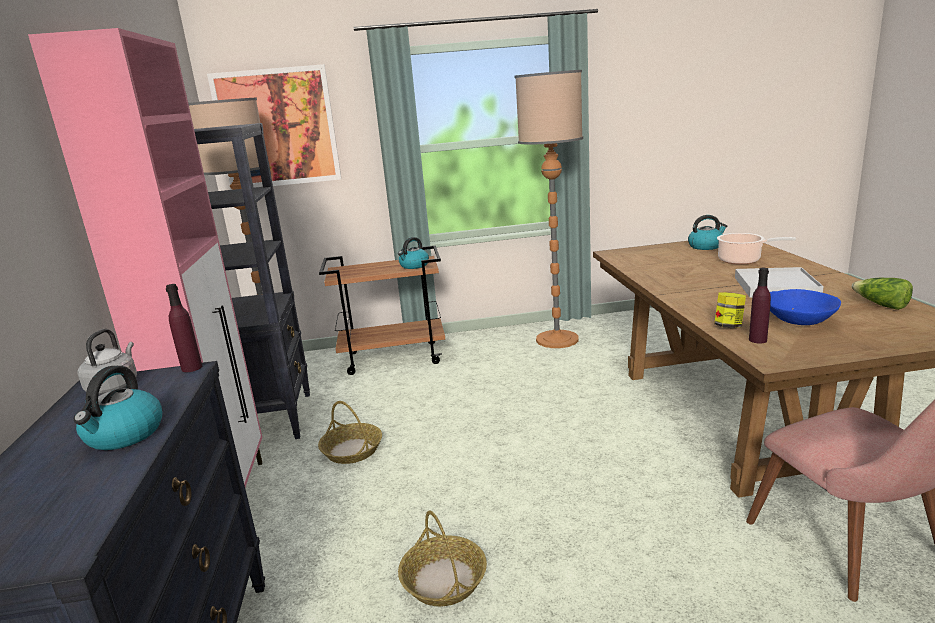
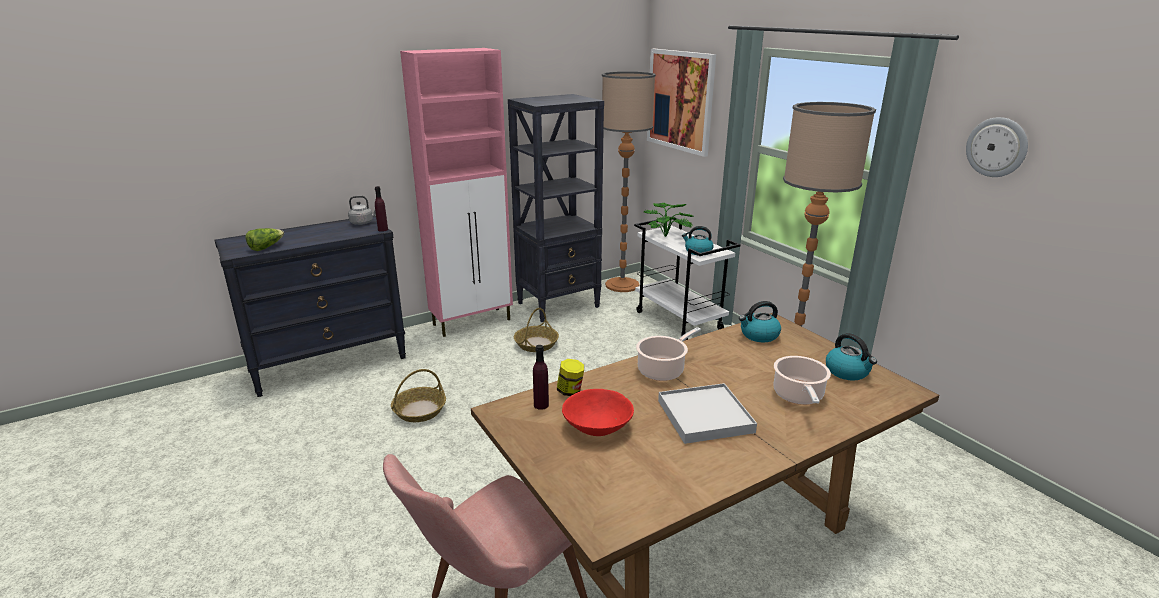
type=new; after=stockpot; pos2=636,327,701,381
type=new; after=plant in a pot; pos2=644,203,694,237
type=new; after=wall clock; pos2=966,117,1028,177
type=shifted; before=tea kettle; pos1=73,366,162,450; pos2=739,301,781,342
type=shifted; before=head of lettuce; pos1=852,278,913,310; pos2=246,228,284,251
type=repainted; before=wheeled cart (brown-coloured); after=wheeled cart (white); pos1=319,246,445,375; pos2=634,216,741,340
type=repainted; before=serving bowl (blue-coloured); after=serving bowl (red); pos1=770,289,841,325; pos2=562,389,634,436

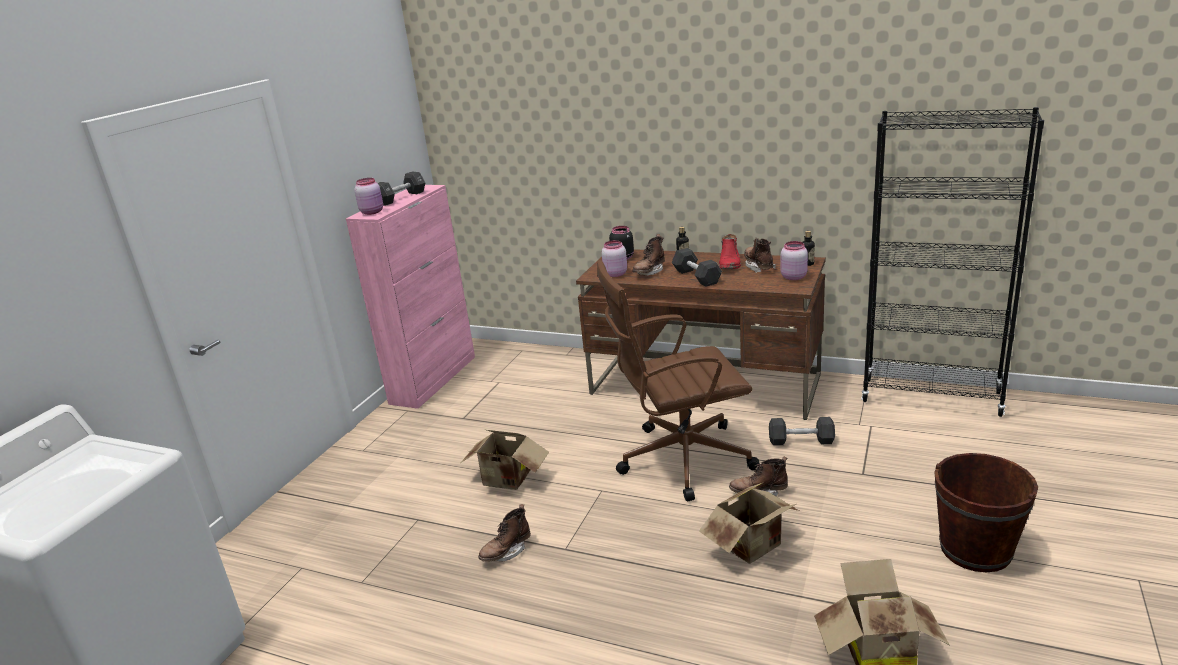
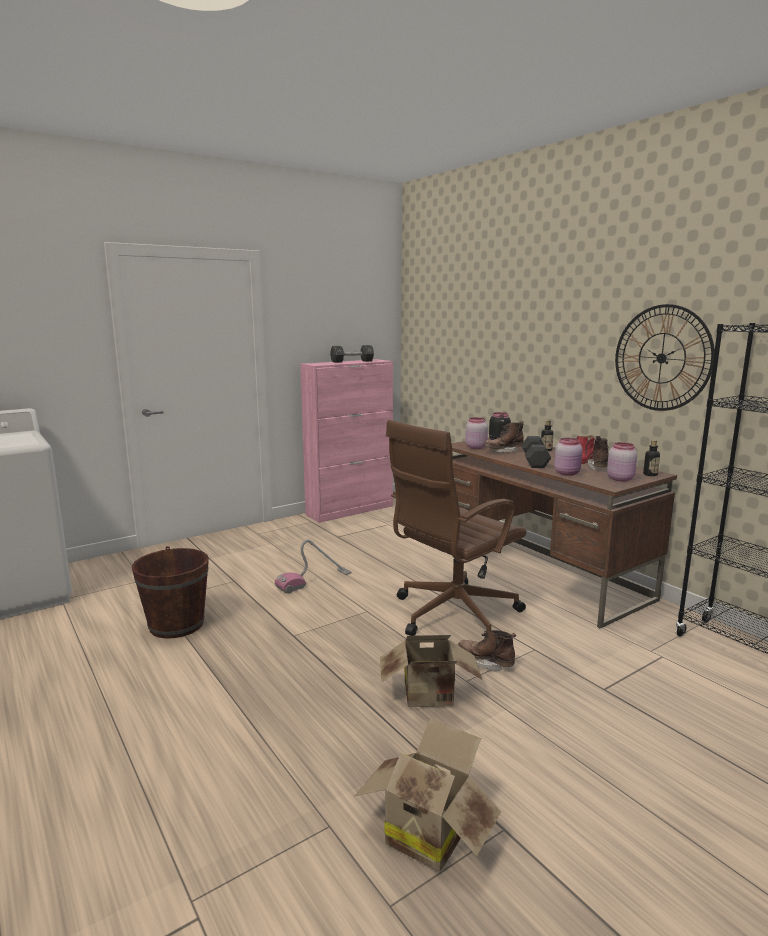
type=gone; before=boot (brown-coloured); pos1=478,504,531,562
type=gone; before=dumbbell (black); pos1=769,417,835,445
type=new; after=wall clock; pos2=615,304,715,411
type=shifted; before=storage jar (pink); pos1=355,178,383,215; pos2=554,438,582,476
type=shifted; before=pail (brown-coloured); pos1=934,453,1038,573; pos2=132,546,209,639
type=swapped; before=cardboard box; after=hoover; pos1=461,430,549,490; pos2=275,539,351,594
type=rotated; before=desk chair (brown-coloured); pos1=597,260,760,501; pos2=386,420,527,636; turn=-60

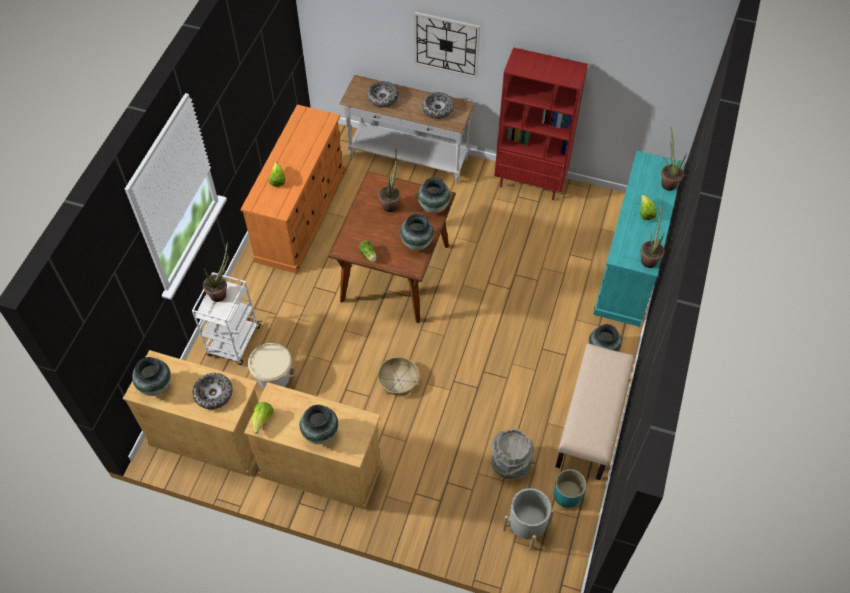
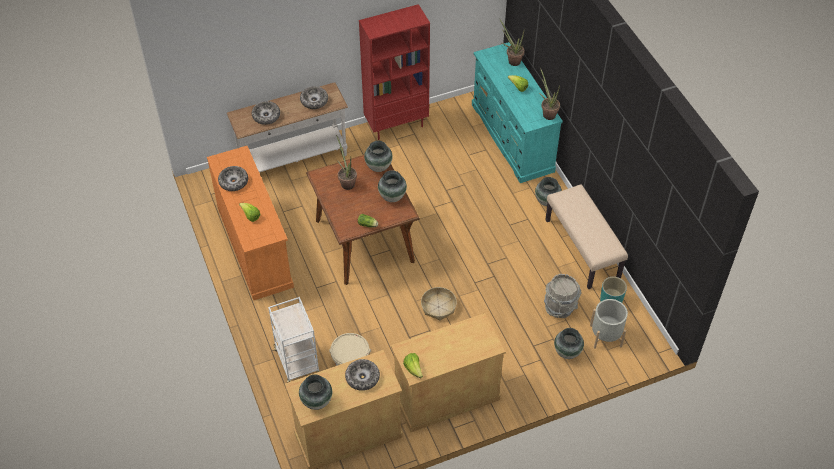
type=gone; before=plant in a pot; pos1=203,241,228,302
type=gone; before=wall clock; pos1=414,12,480,78
type=new; after=serving bowl; pos2=218,166,248,191
type=shifted; before=decorative vase; pos1=300,405,338,444; pos2=554,328,584,359

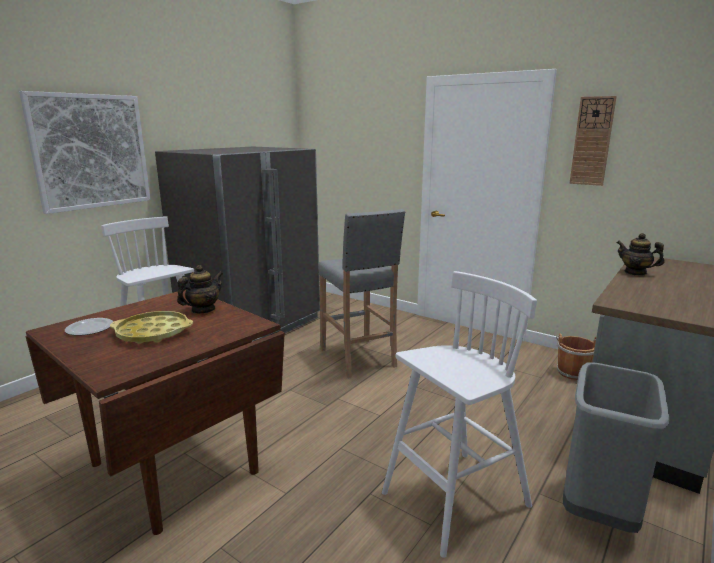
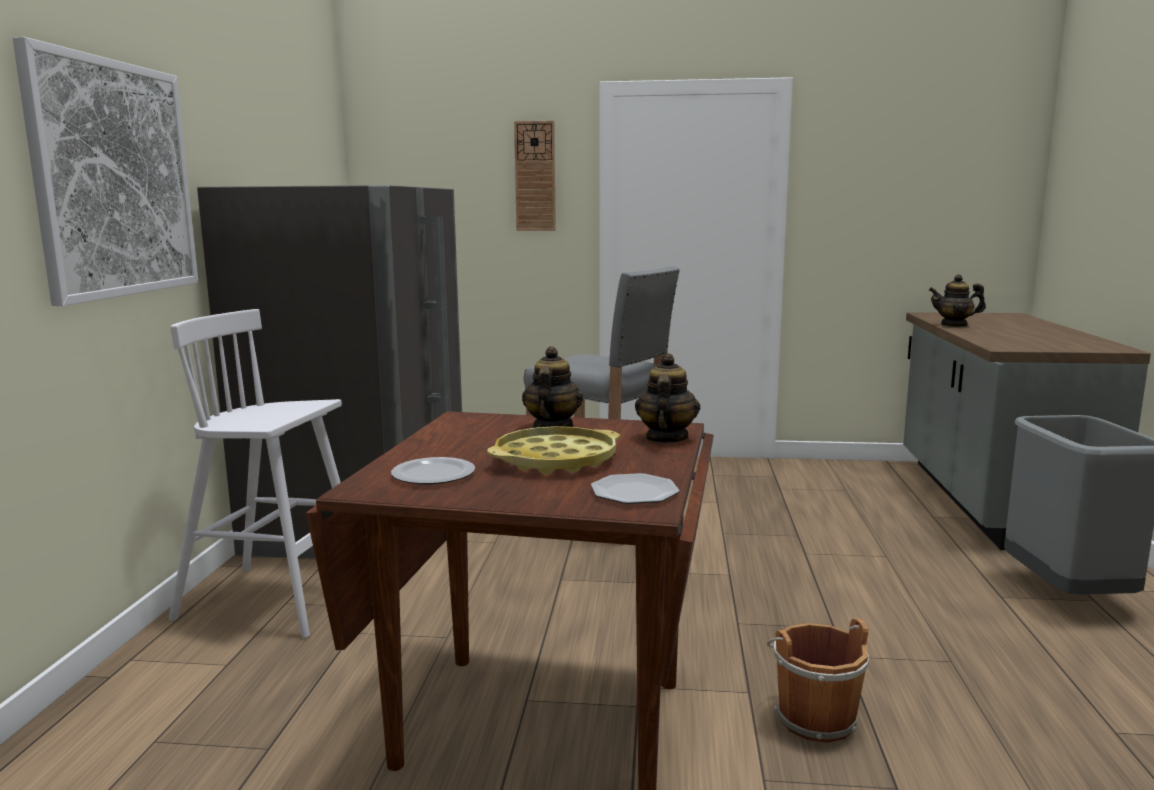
type=gone; before=stool (white); pos1=382,271,537,558
type=new; after=plate; pos2=591,473,680,504
type=new; after=pot for tea; pos2=635,353,700,443
type=shifted; before=pail (brown-coloured); pos1=556,333,596,380; pos2=767,618,869,743
type=shifted; before=wall clock; pos1=569,96,617,186; pos2=514,121,556,231

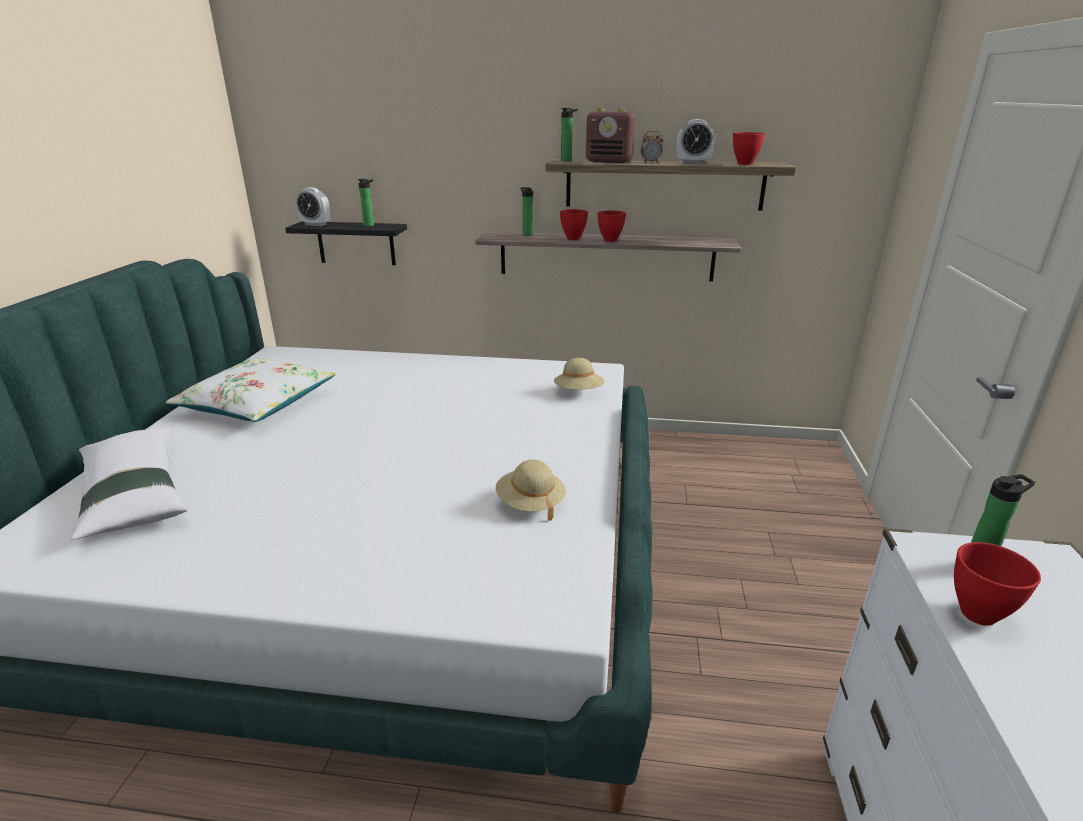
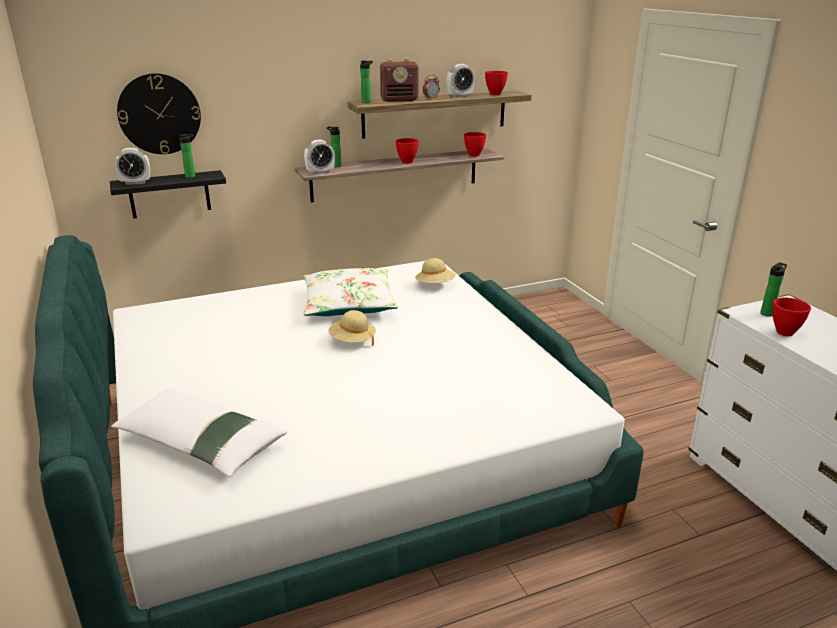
type=new; after=wall clock; pos2=117,73,201,154
type=new; after=alarm clock; pos2=304,139,335,174
type=shifted; before=pillow (white); pos1=165,358,336,422; pos2=303,268,398,316
type=shifted; before=clothing hat (beige-coloured); pos1=496,460,566,521; pos2=329,310,376,346
type=shifted; before=serving bowl (red); pos1=560,209,588,240; pos2=464,132,486,157

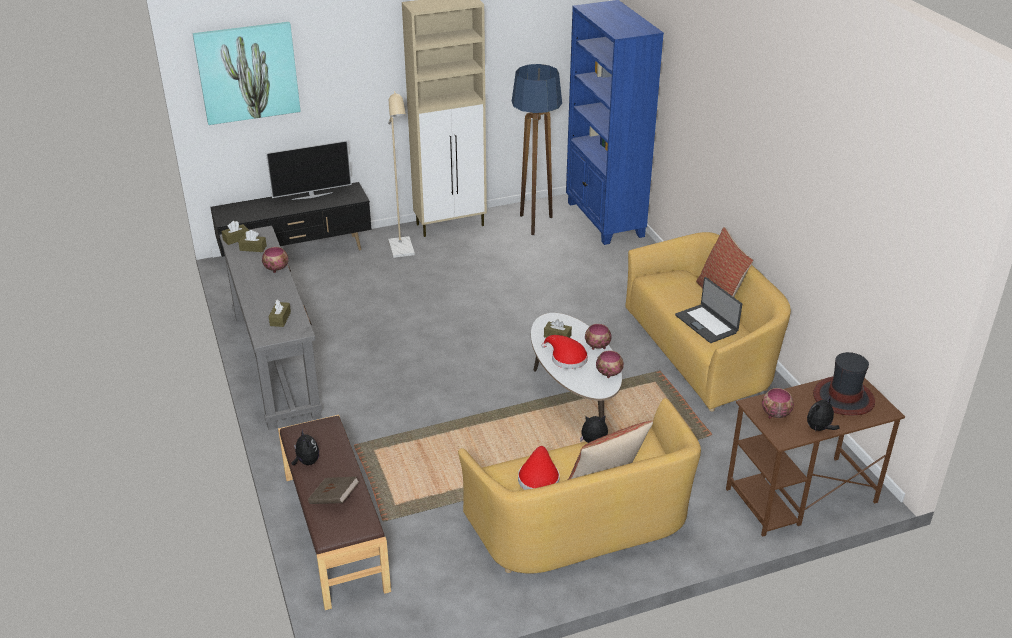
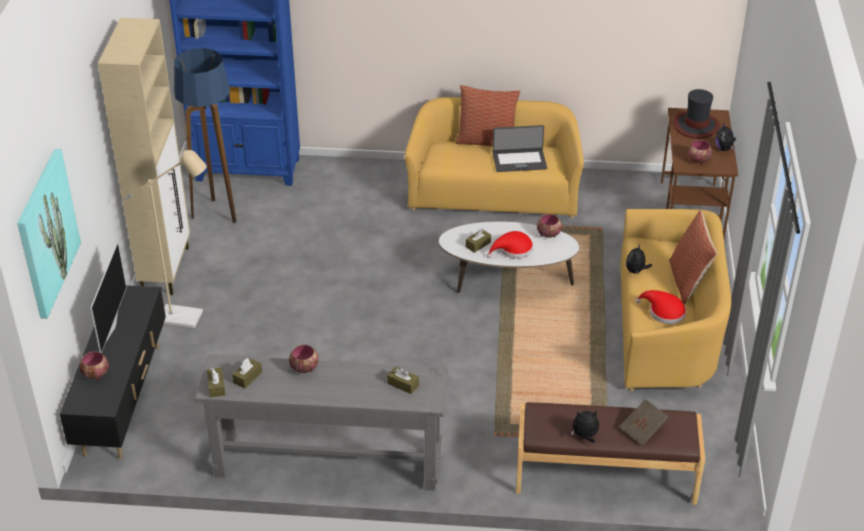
type=shifted; before=serving bowl; pos1=585,324,612,350; pos2=79,351,109,380

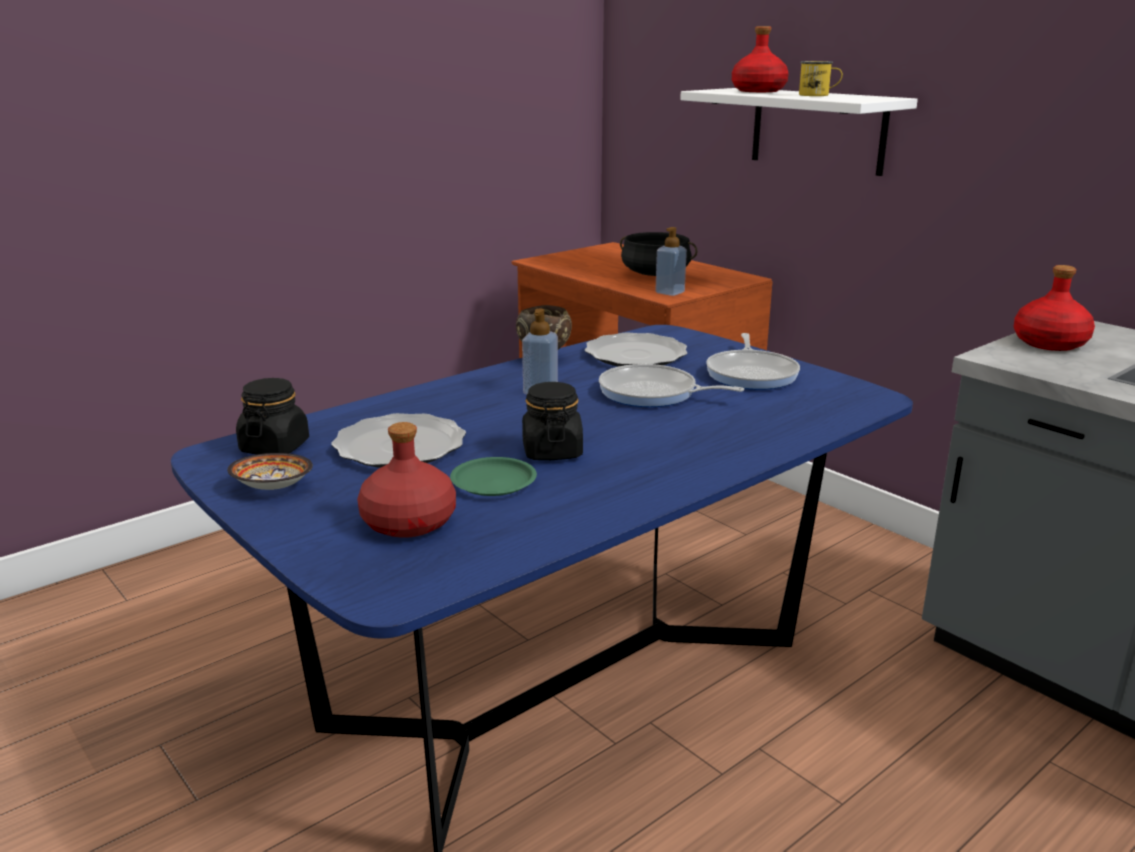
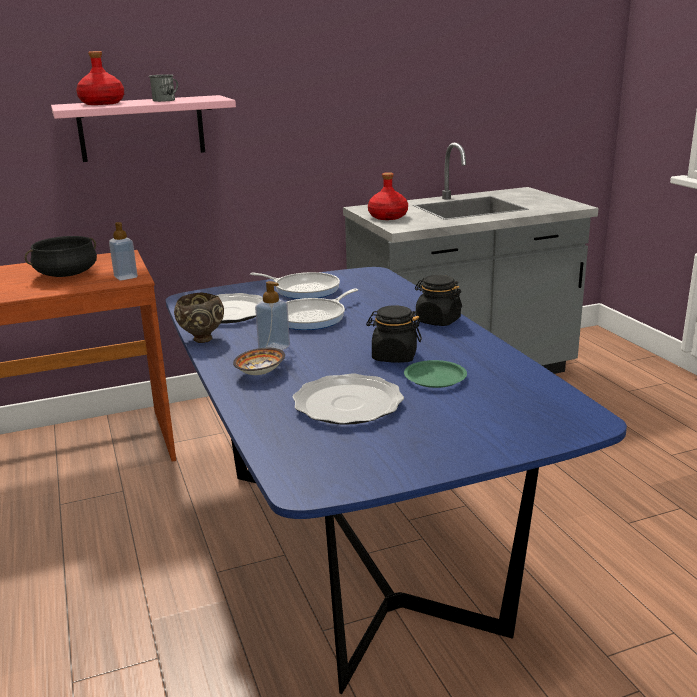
type=gone; before=beverage bottle (red); pos1=357,422,456,538
type=shifted; before=serving bowl; pos1=227,453,313,490; pos2=233,348,285,375
type=shifted; before=storage jar (black); pos1=236,378,309,455; pos2=415,275,462,326
type=repainted; before=bracket shelf (white); after=bracket shelf (pink); pos1=680,88,918,176; pos2=51,95,236,162
type=repainted; before=mug (yellowish); after=mug (greyish); pos1=799,61,843,96; pos2=149,74,178,102

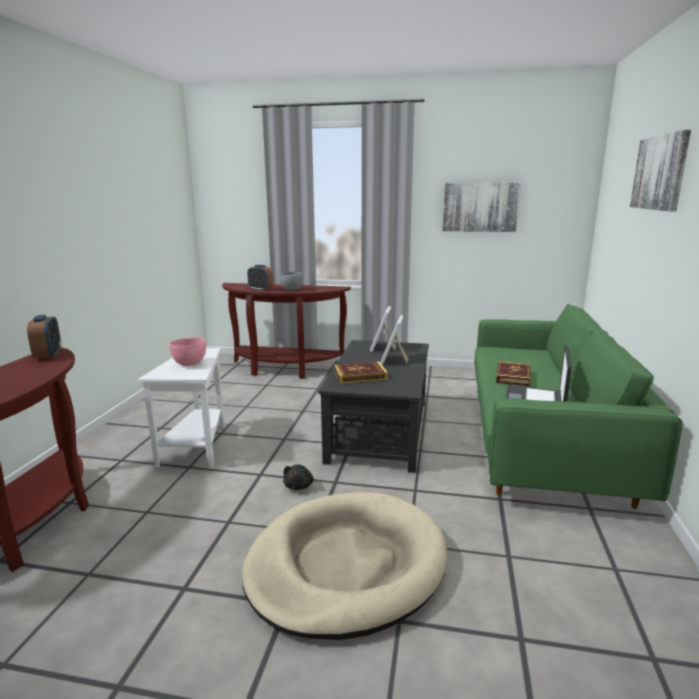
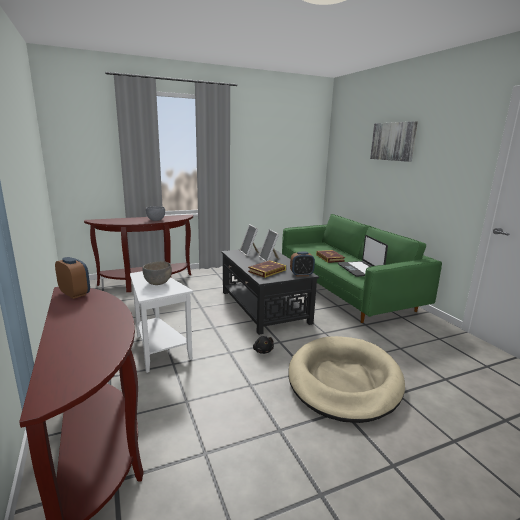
type=gone; before=picture; pos1=442,183,521,232
type=shifted; before=alarm clock; pos1=247,265,273,291; pos2=290,252,315,276
type=repainted; before=serving bowl (pink); after=serving bowl (greyish); pos1=169,337,206,366; pos2=143,261,172,285

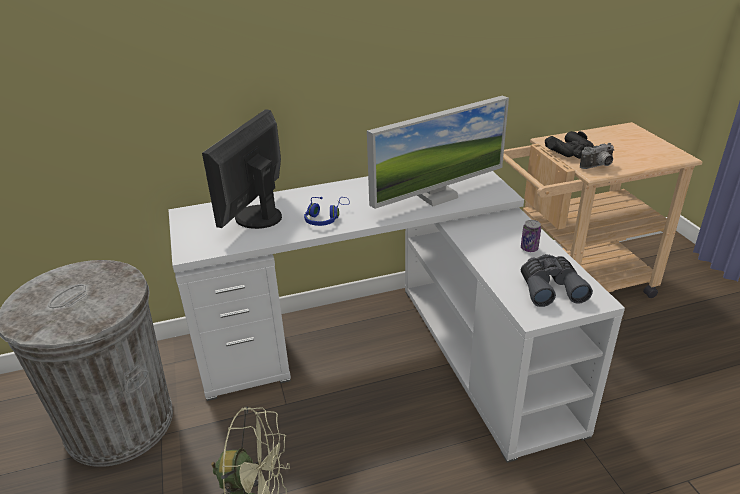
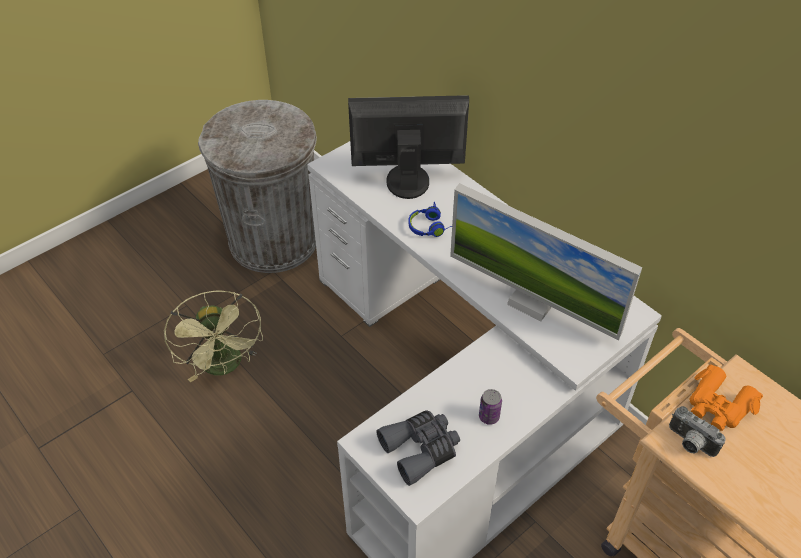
type=repainted; before=field glasses (black); after=field glasses (orange-coloured); pos1=545,131,594,159; pos2=690,364,763,431

